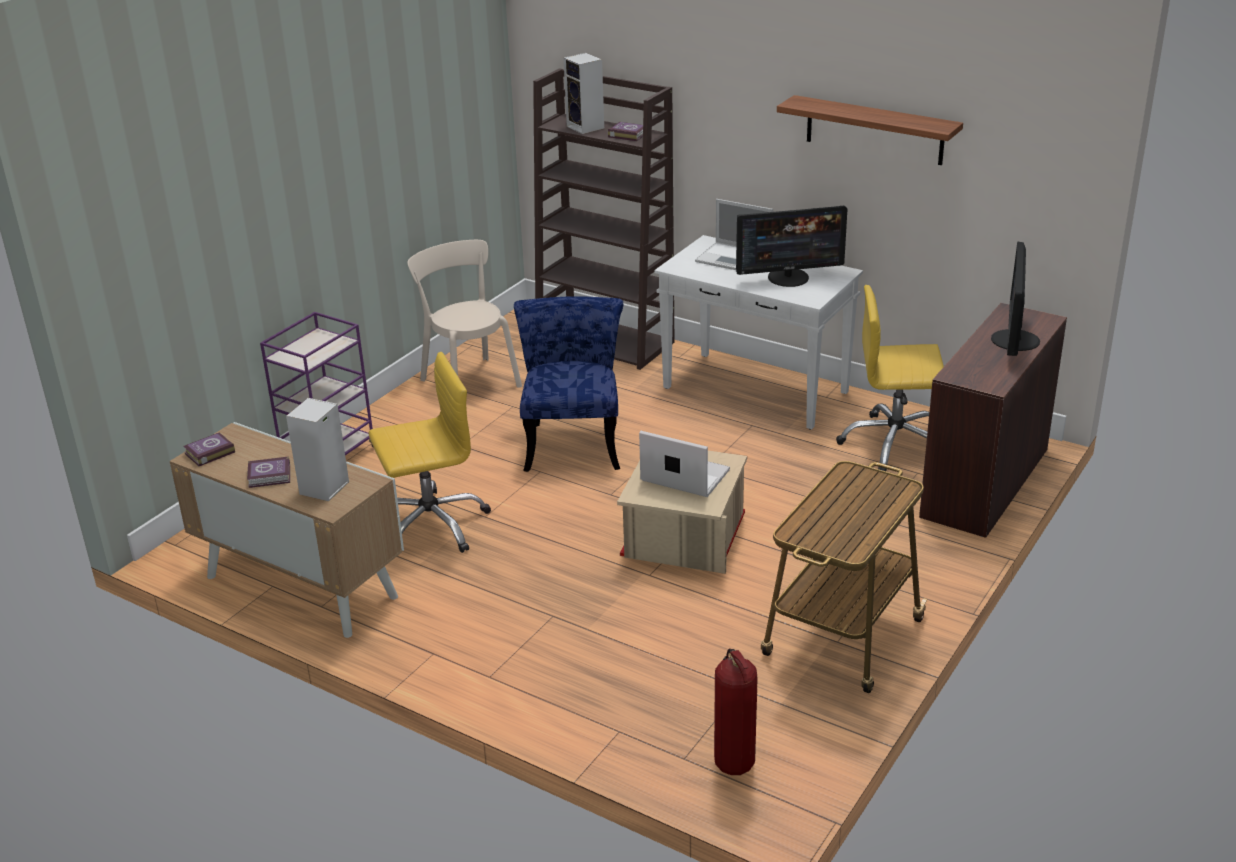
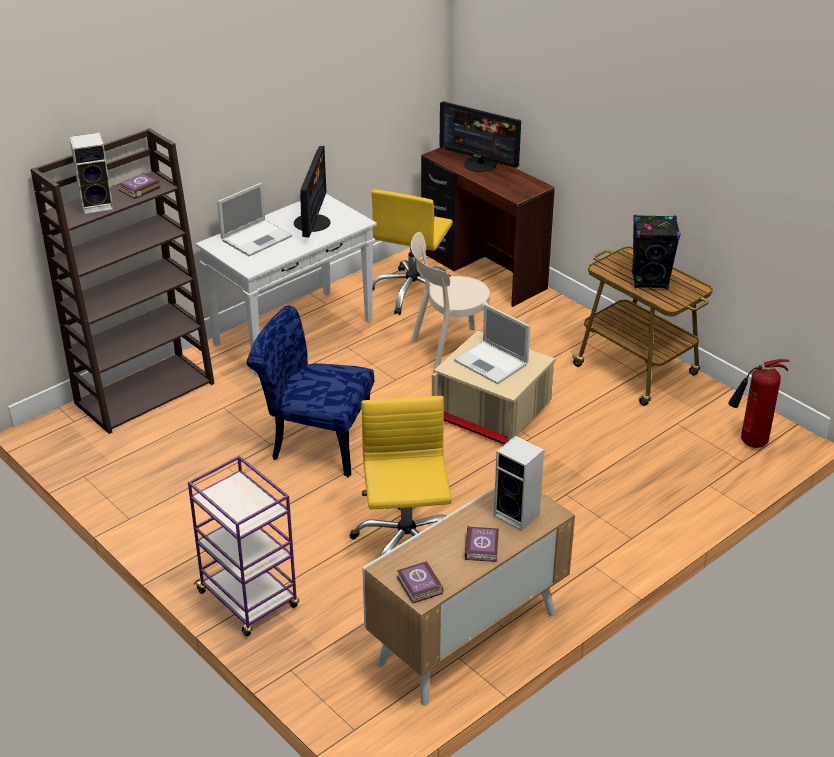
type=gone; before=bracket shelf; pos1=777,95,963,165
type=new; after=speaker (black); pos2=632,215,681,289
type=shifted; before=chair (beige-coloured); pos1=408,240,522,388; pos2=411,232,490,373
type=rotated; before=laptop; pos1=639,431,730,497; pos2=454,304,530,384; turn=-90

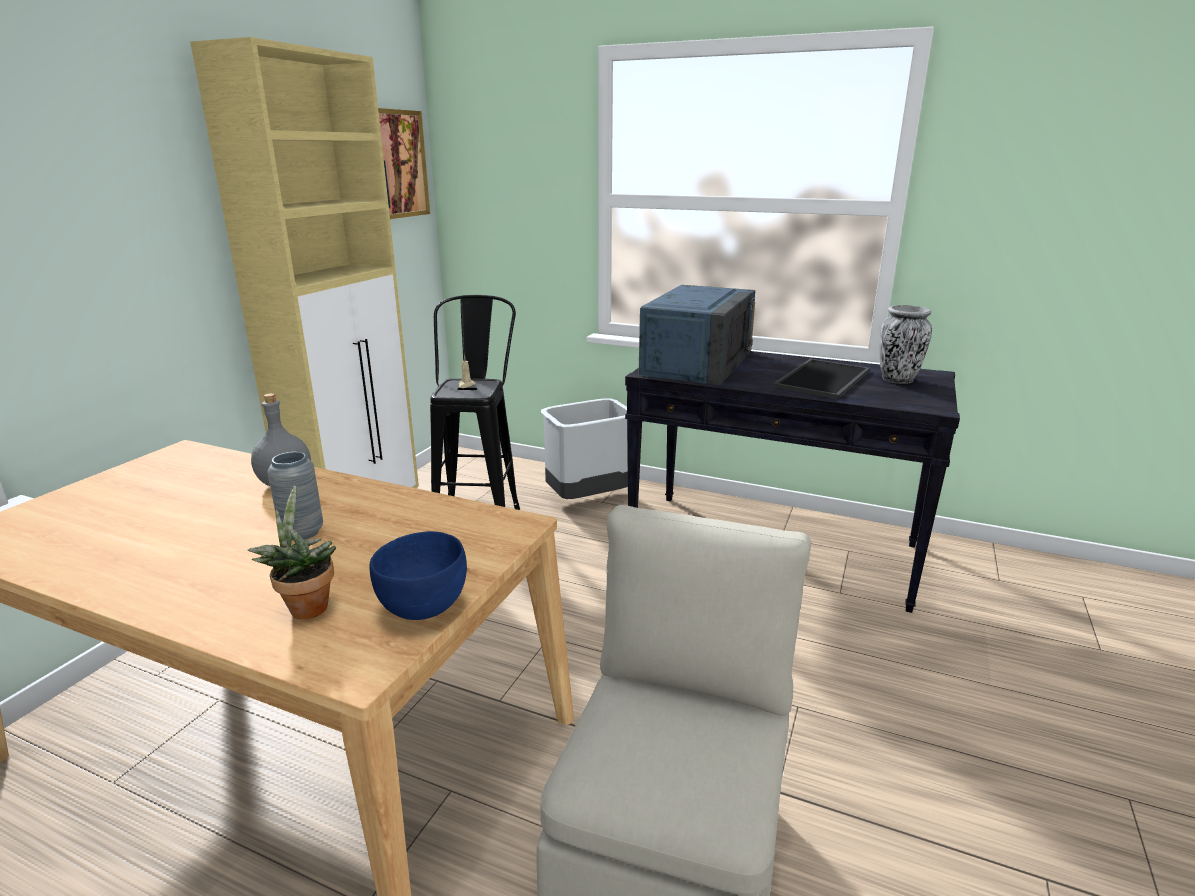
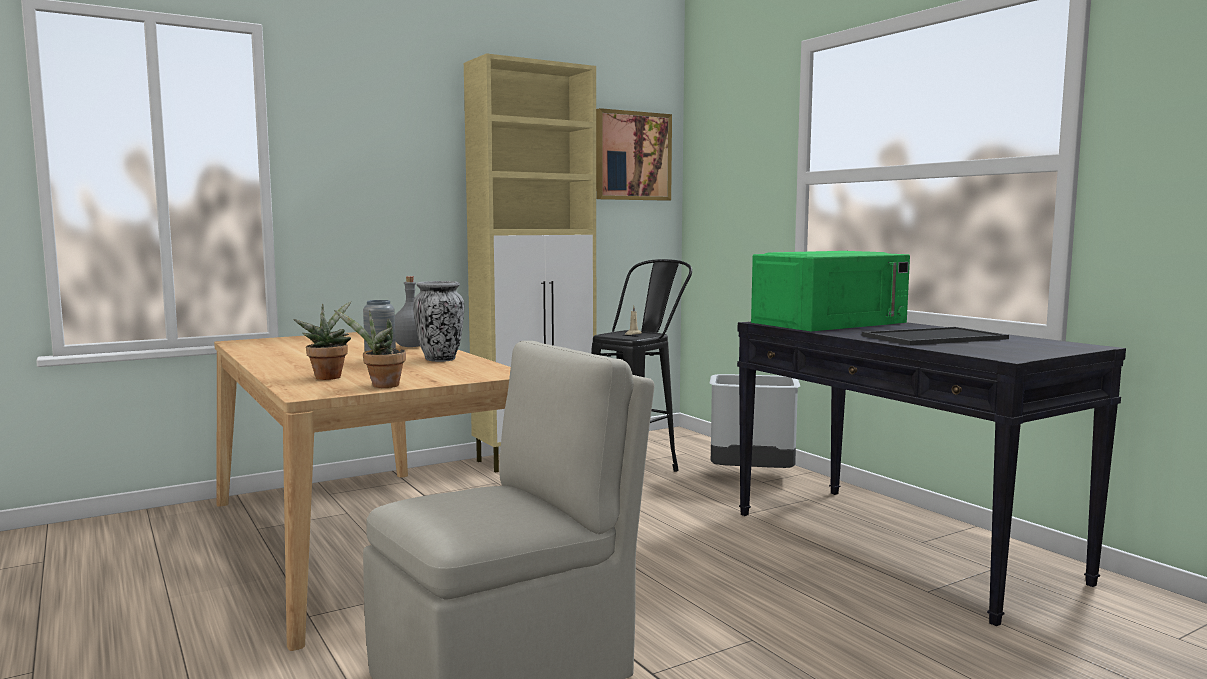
type=shifted; before=decorative vase; pos1=880,305,932,384; pos2=413,281,464,362
type=swapped; before=serving bowl (blue-coloured); after=plant in a pot; pos1=370,531,467,620; pos2=334,310,406,388
type=repainted; before=microwave (blue-coloured); after=microwave (green-coloured); pos1=638,285,755,385; pos2=751,251,910,331

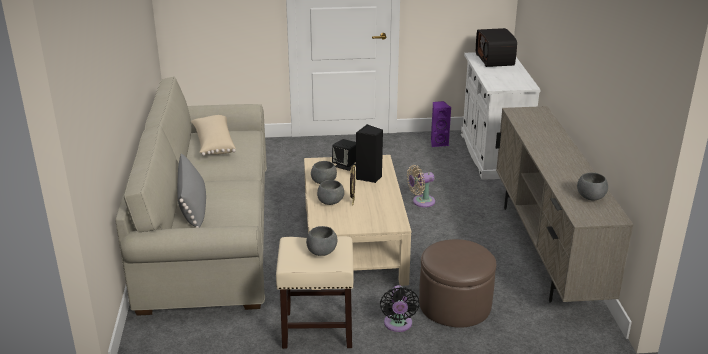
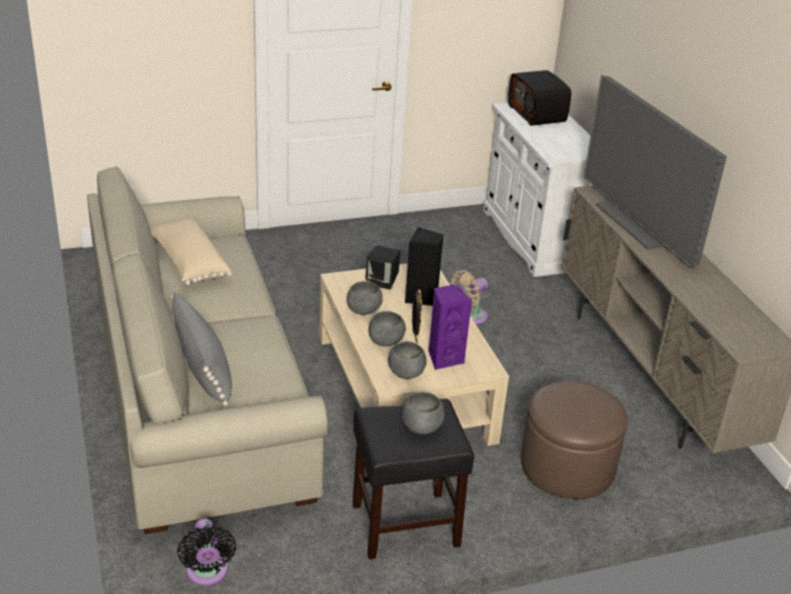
type=new; after=TV set; pos2=583,75,727,269
type=shifted; before=fan (black); pos1=380,285,420,332; pos2=177,519,236,586
type=shifted; before=speaker (purple-coloured); pos1=431,101,451,147; pos2=428,285,472,370
type=shifted; before=serving bowl (greyish); pos1=577,172,608,201; pos2=388,341,427,379
type=repainted; before=stool (beige-coloured); after=stool (black); pos1=276,236,354,349; pos2=353,399,474,560

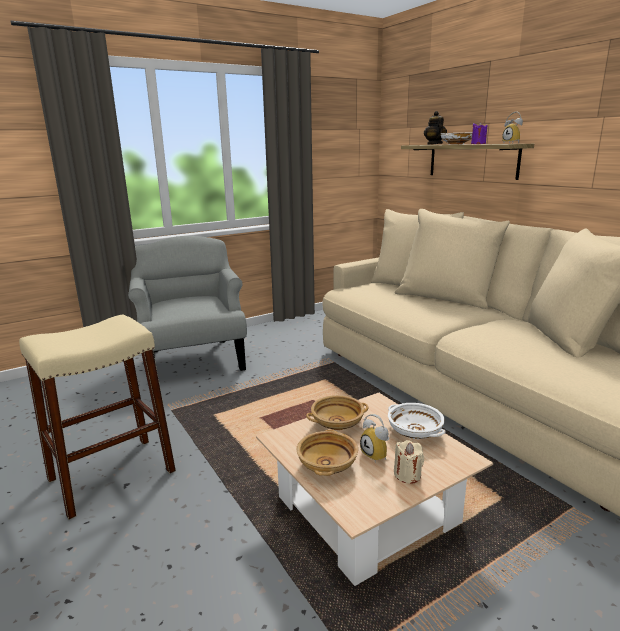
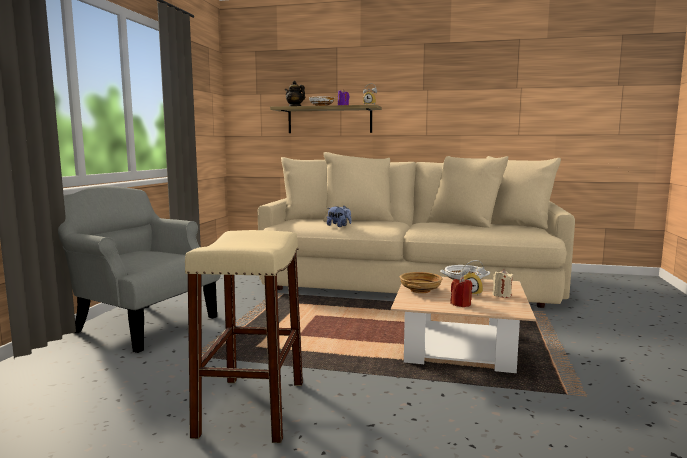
type=new; after=soft toy; pos2=327,206,352,227
type=swapped; before=serving bowl (beige-coloured); after=wax light (red); pos1=296,430,358,476; pos2=450,277,473,307

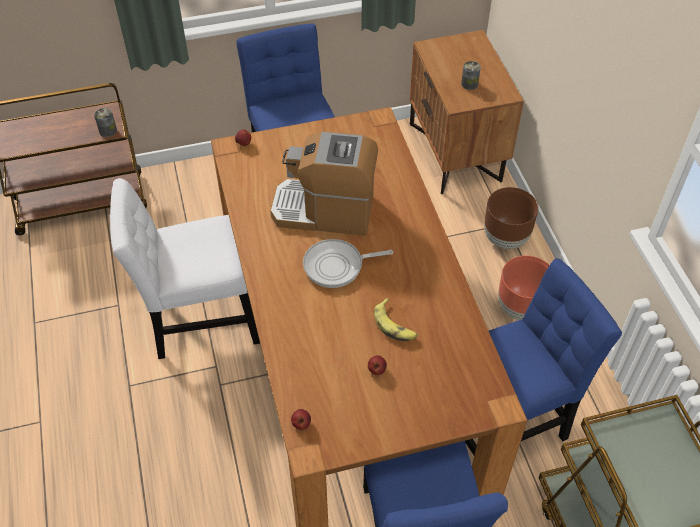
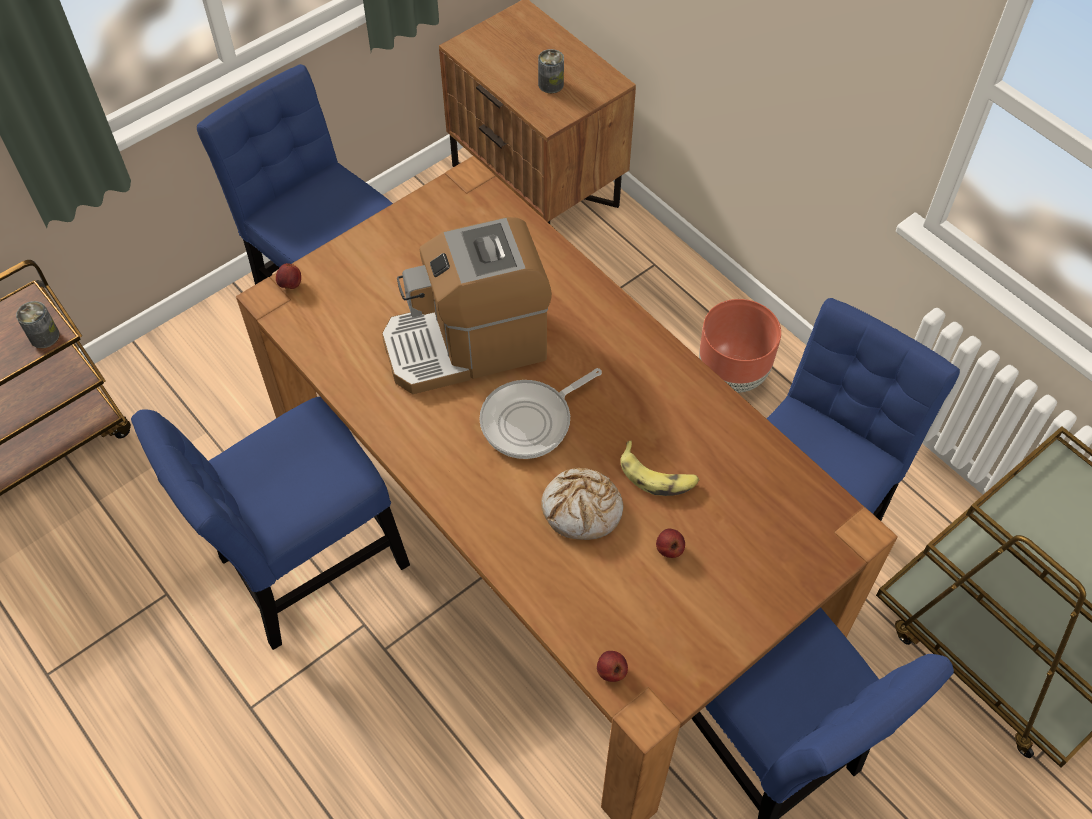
type=gone; before=plant pot (brown-coloured); pos1=484,187,538,249
type=new; after=bakery bread; pos2=541,468,623,540
type=repainted; before=chair (white); after=chair (blue-coloured); pos1=110,178,260,359; pos2=131,396,410,650

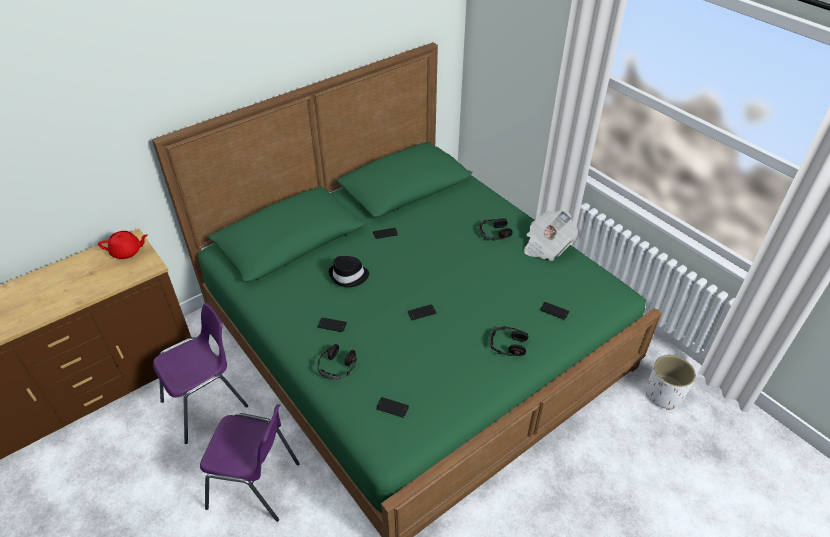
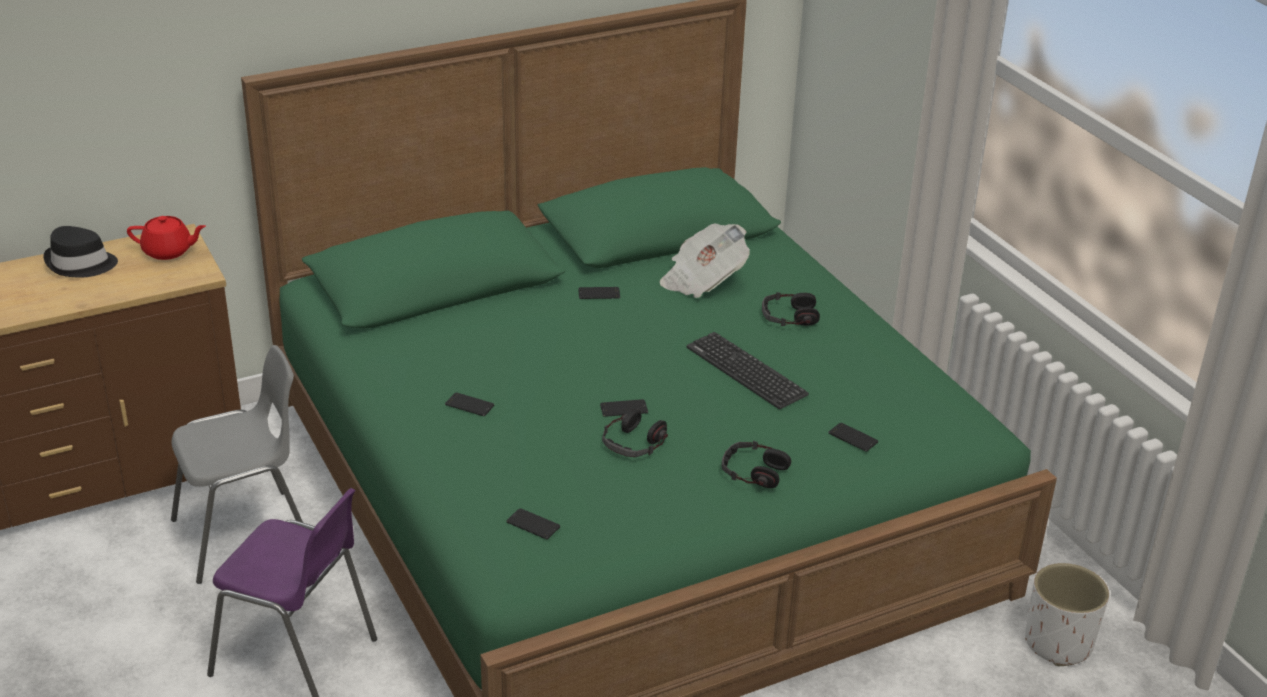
type=new; after=PC keyboard; pos2=686,332,809,409
type=shifted; before=headphones; pos1=317,344,357,380; pos2=602,409,668,457
type=shifted; before=clothing hat (black); pos1=329,256,369,287; pos2=43,226,118,278
type=shifted; before=printed paper; pos1=524,211,578,261; pos2=660,223,750,298
type=repainted; before=chair (purple-coloured); after=chair (greyish); pos1=153,303,248,444; pos2=171,345,303,584

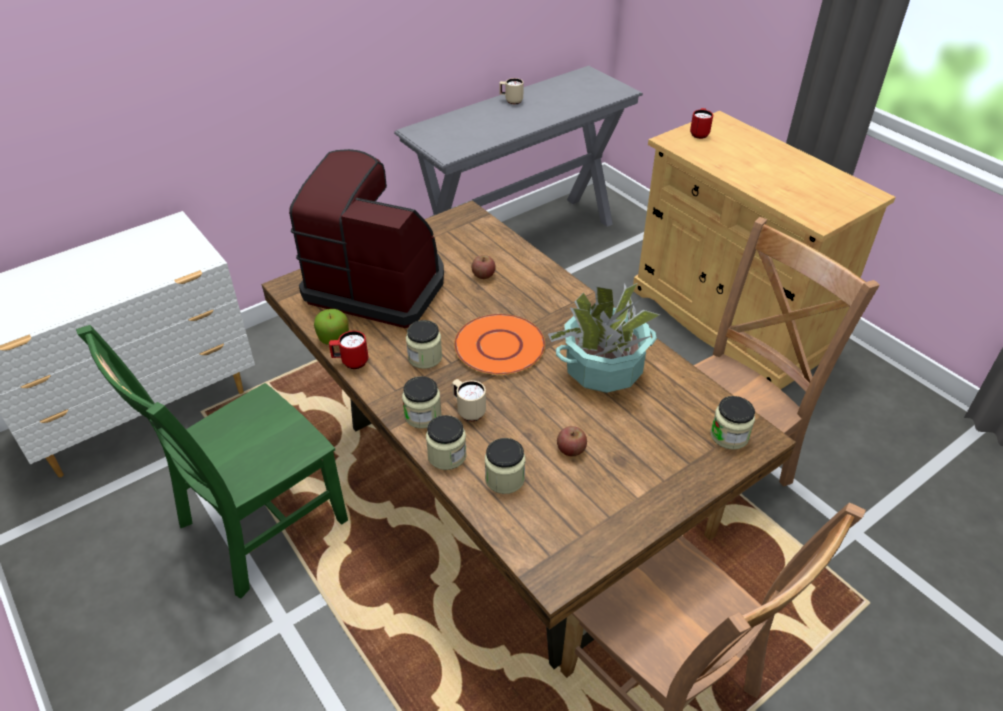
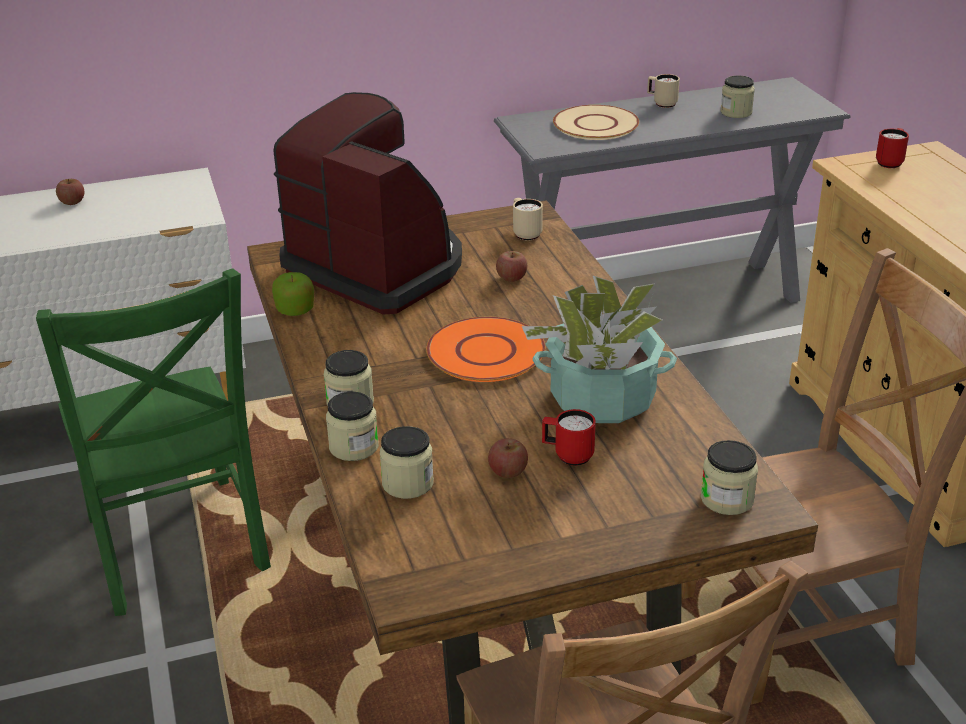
type=new; after=whole apple; pos2=56,179,84,205
type=new; after=plate (beige-coloured); pos2=553,105,639,140
type=shifted; before=mug (red); pos1=329,331,368,369; pos2=542,409,596,466
type=shifted; before=storage jar; pos1=406,320,442,369; pos2=720,76,755,118
type=shifted; before=mug (beige-coloured); pos1=452,379,486,421; pos2=513,198,543,241
type=rotated; before=chair (green-coloured); pos1=76,325,348,598; pos2=36,268,271,616; turn=-90

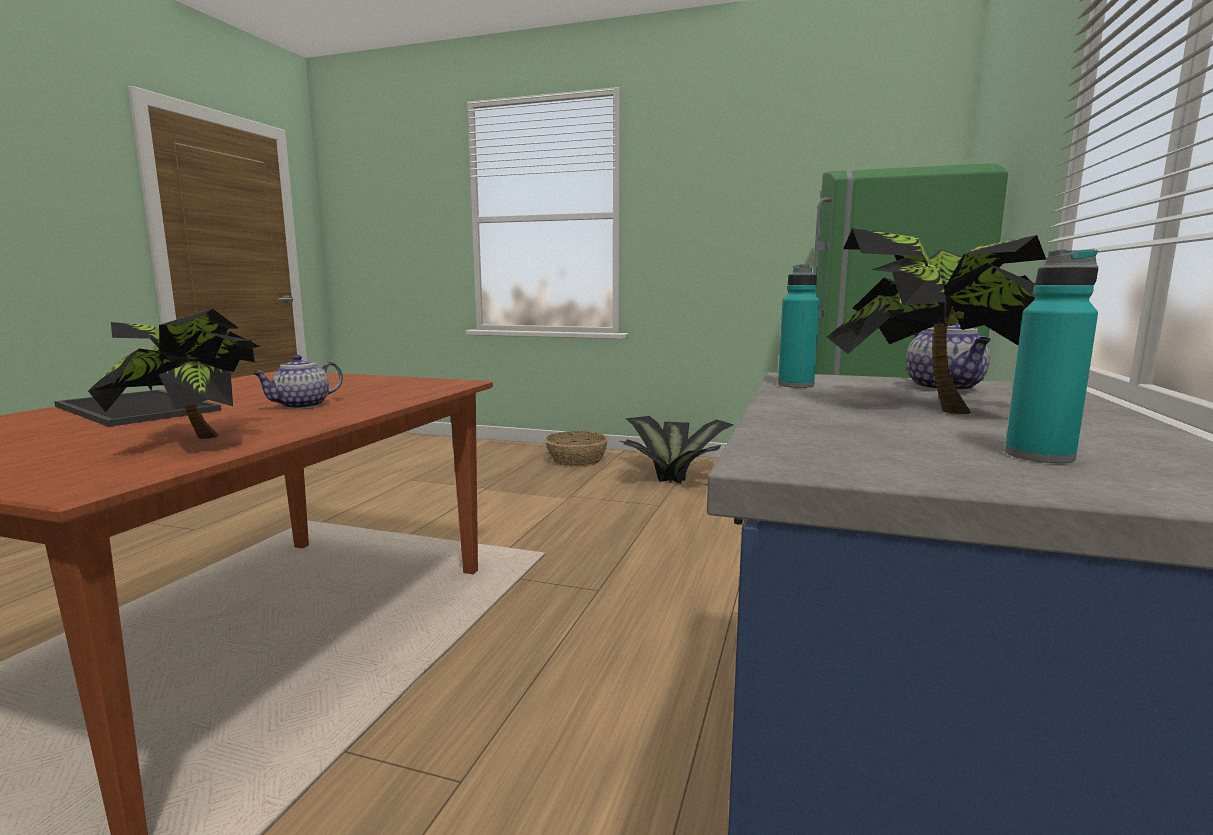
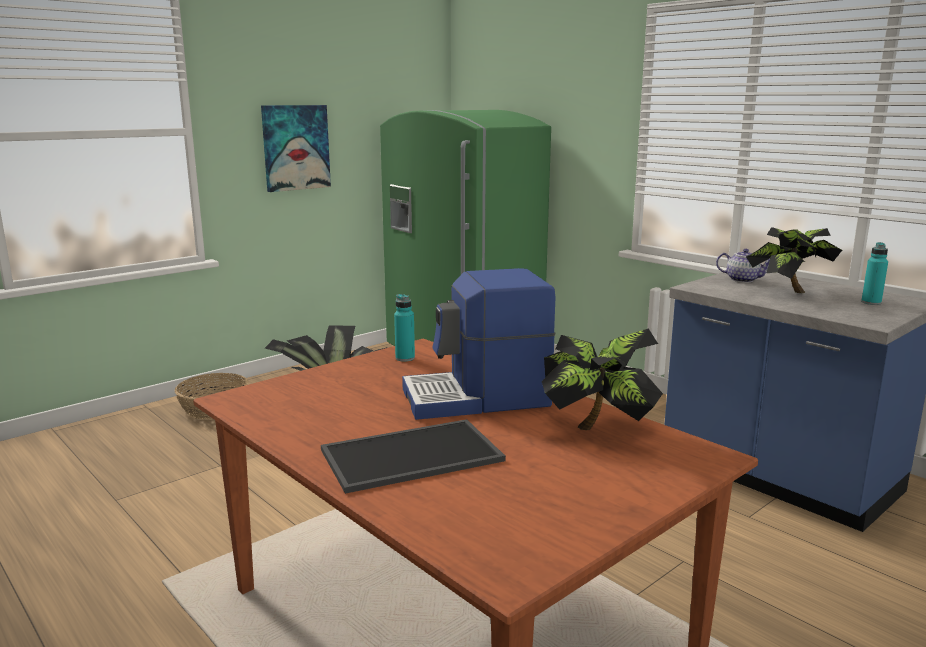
type=new; after=picture; pos2=261,105,331,192
type=shifted; before=beverage bottle (blue-green); pos1=778,264,820,388; pos2=394,294,415,362
type=swapped; before=pot for tea; after=coffee brewer; pos1=252,355,343,409; pos2=402,268,555,420

